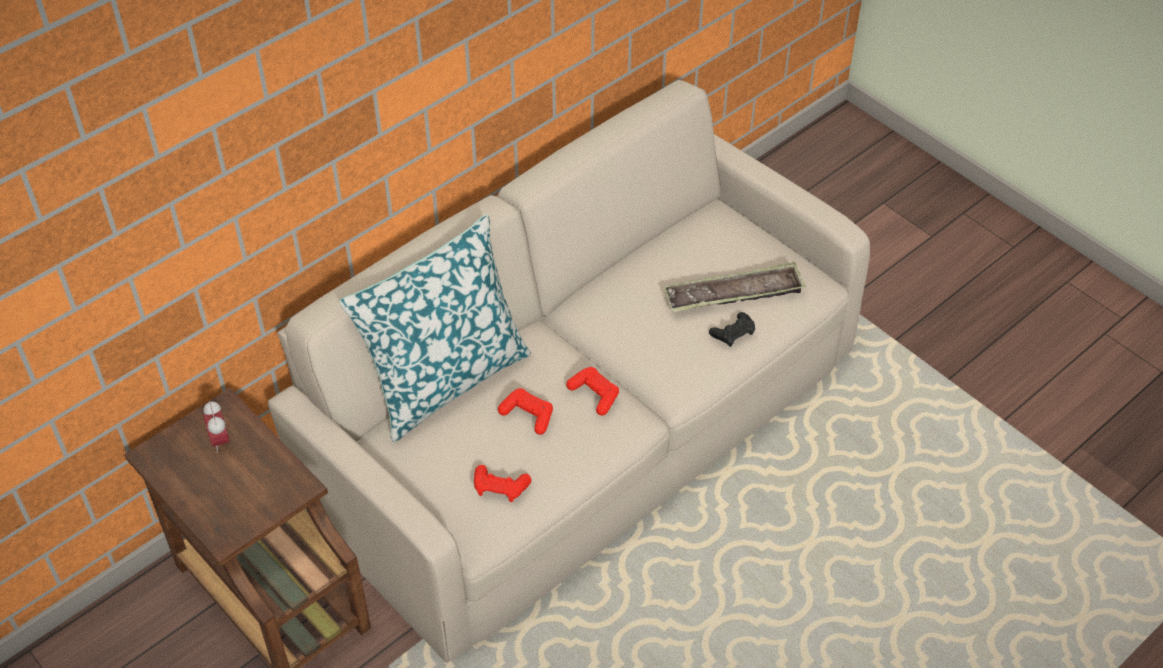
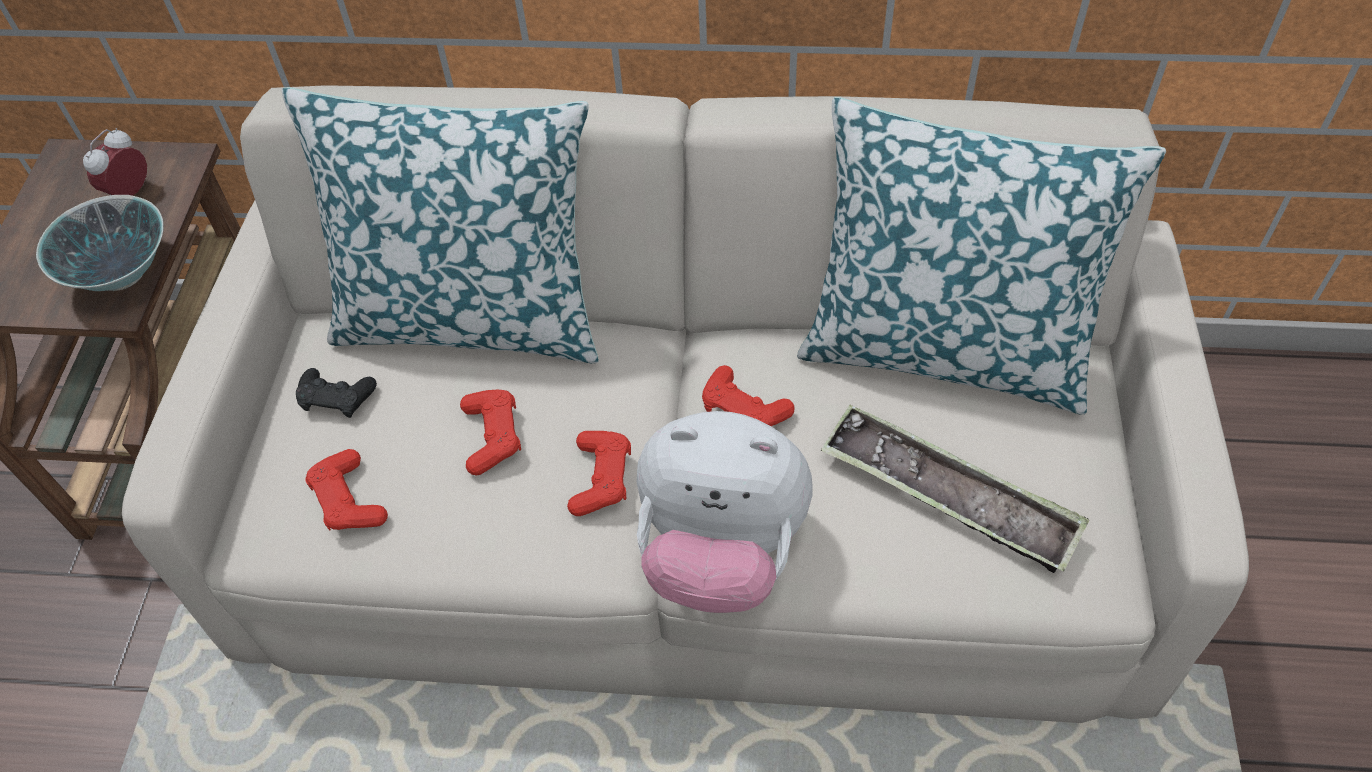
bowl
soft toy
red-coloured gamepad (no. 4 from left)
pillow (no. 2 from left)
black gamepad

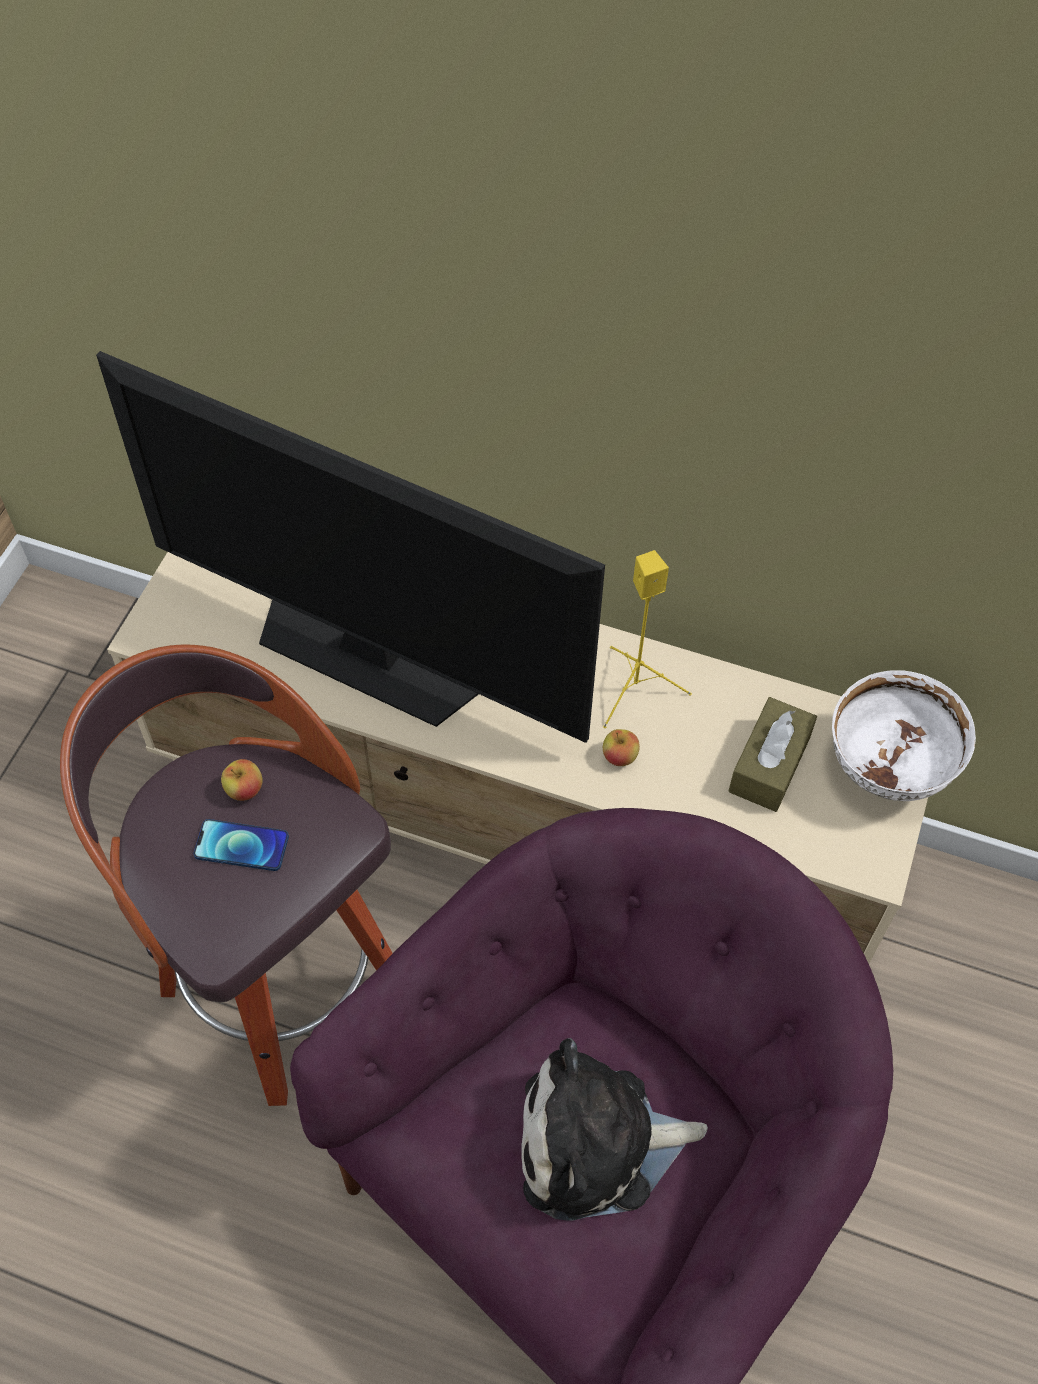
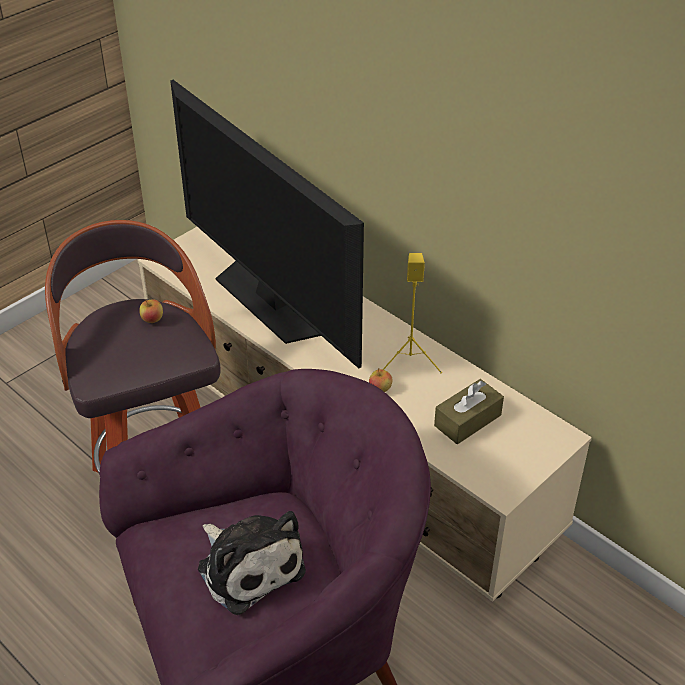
handset
whitish bowl
soft toy

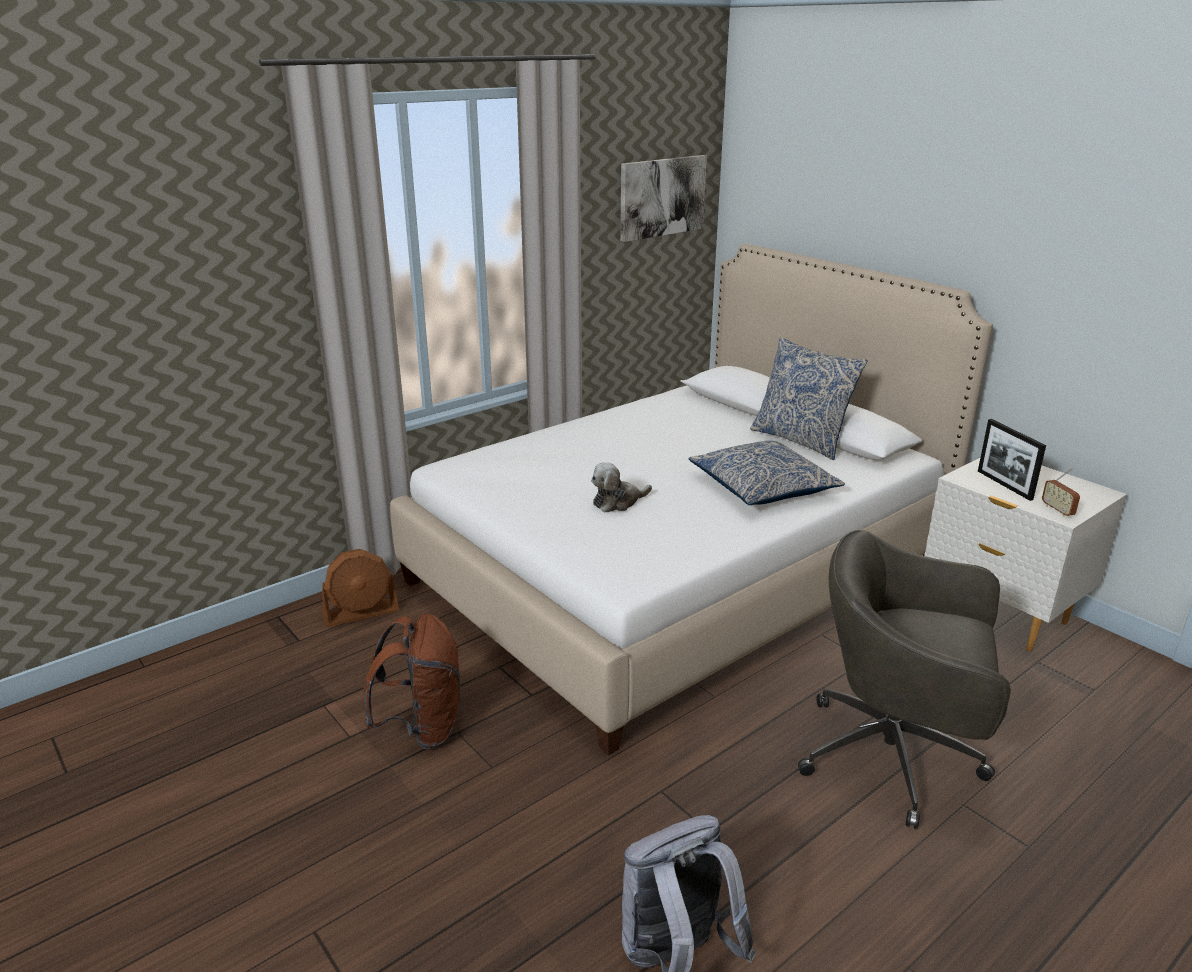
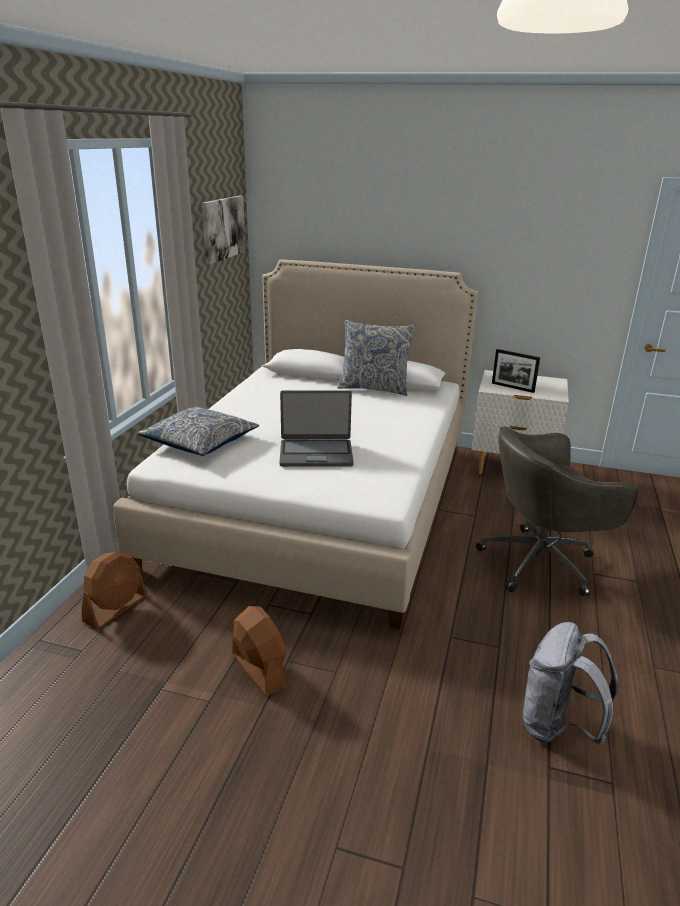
radio receiver
pillow (no. 1 from left)
brownish cooling fan (no. 2 from left)
laptop

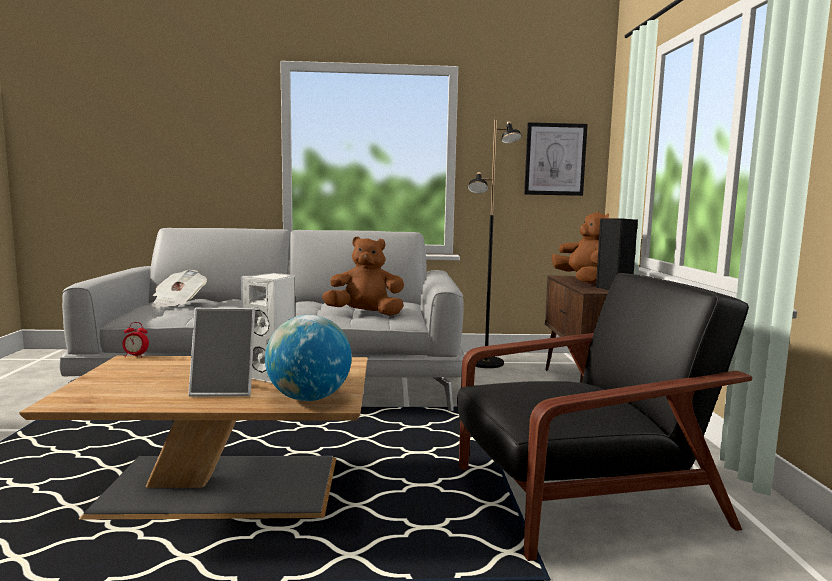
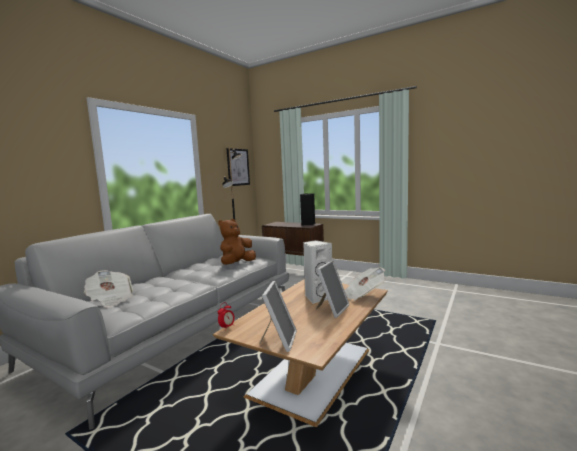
black easy chair
brownish soft toy (no. 2 from left in the first image)
picture frame (no. 1 from left)
printed paper (no. 2 from left)

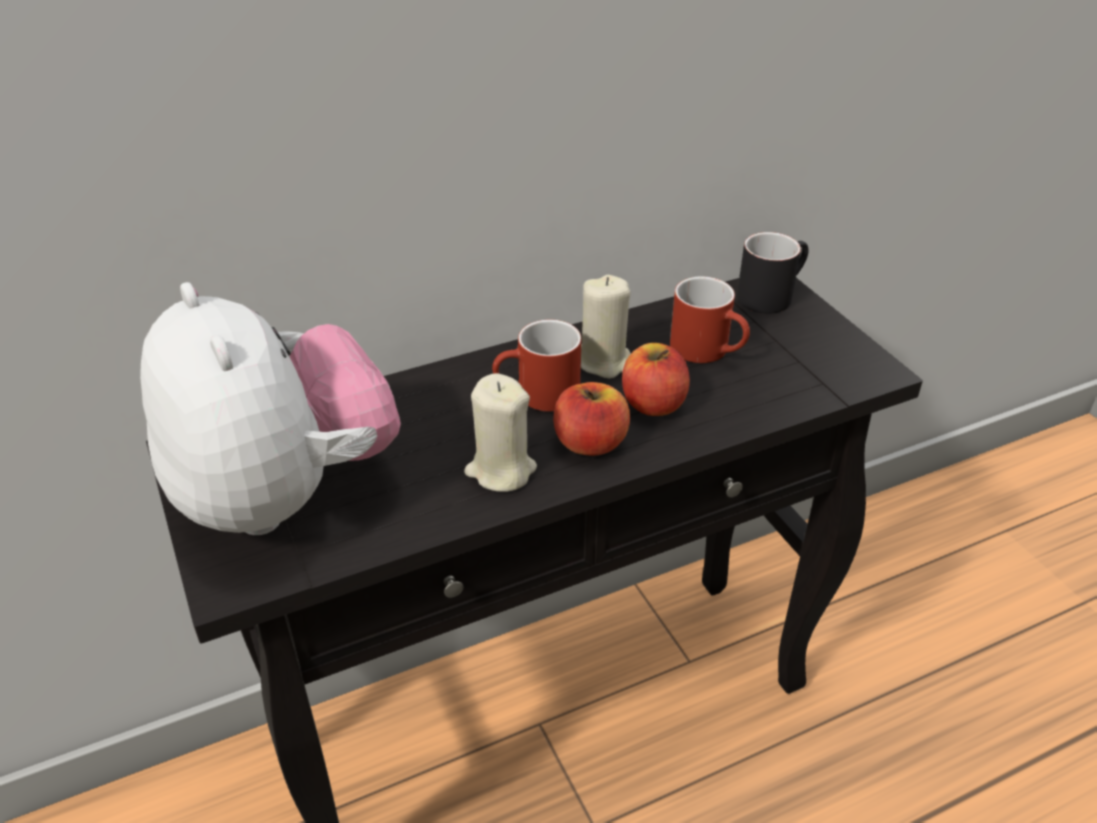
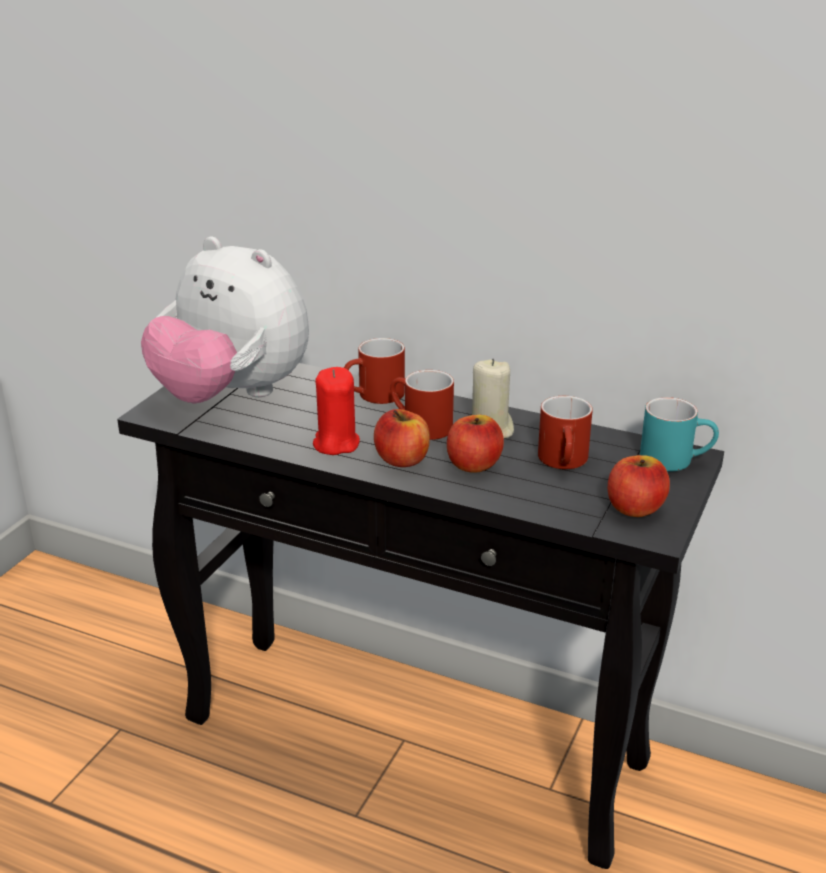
red-coloured coffee mug (no. 1 from left)
whole apple (no. 3 from left)
red-coloured wax candle
blue-green coffee mug
soft toy

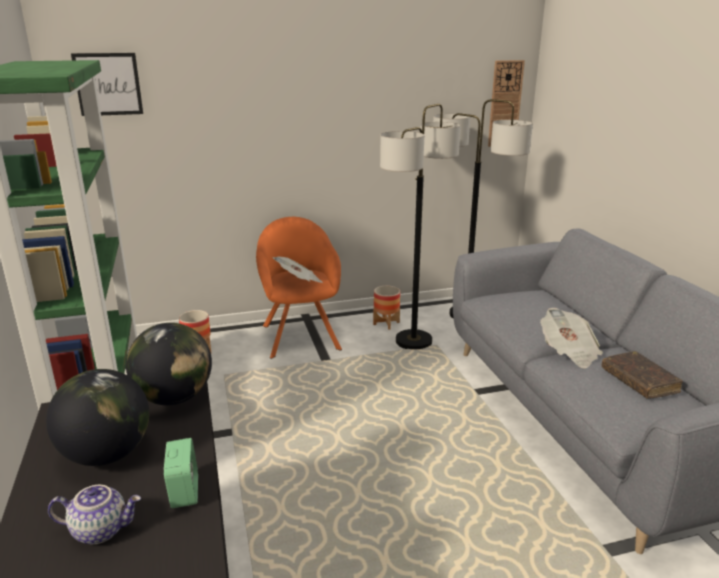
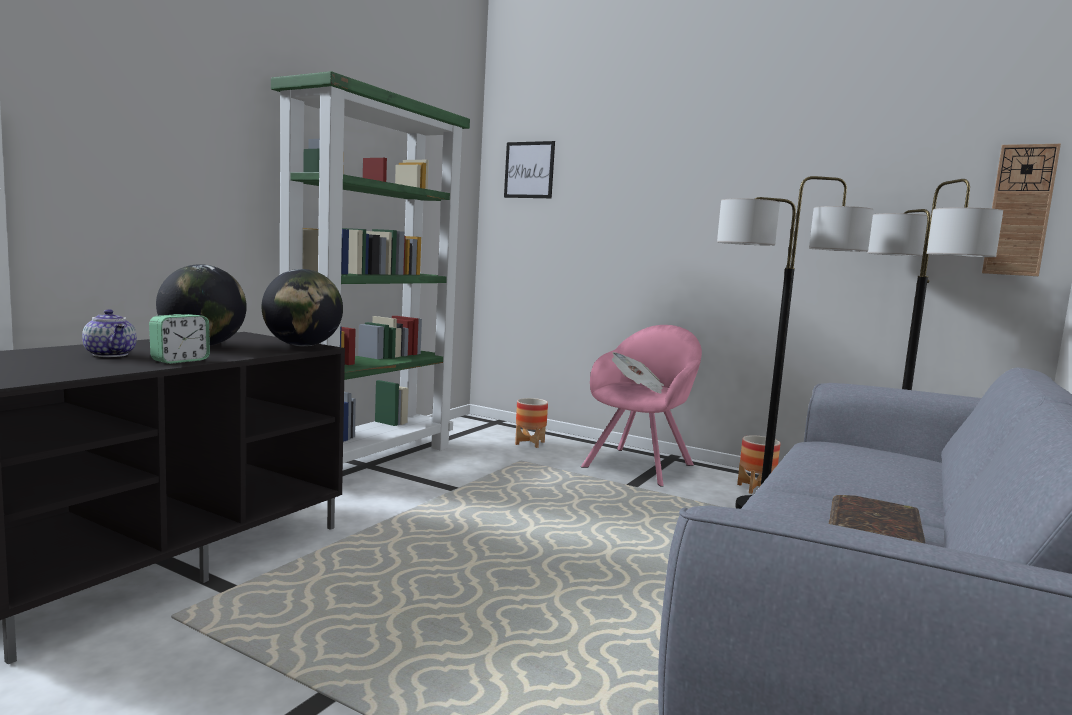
printed paper (no. 2 from left in the first image)
pink easy chair

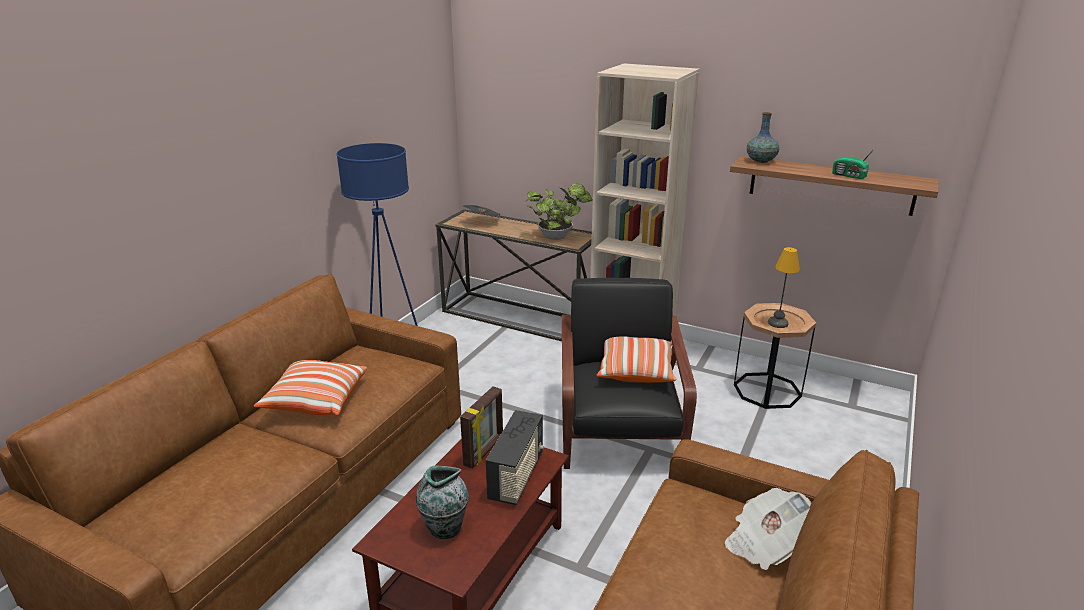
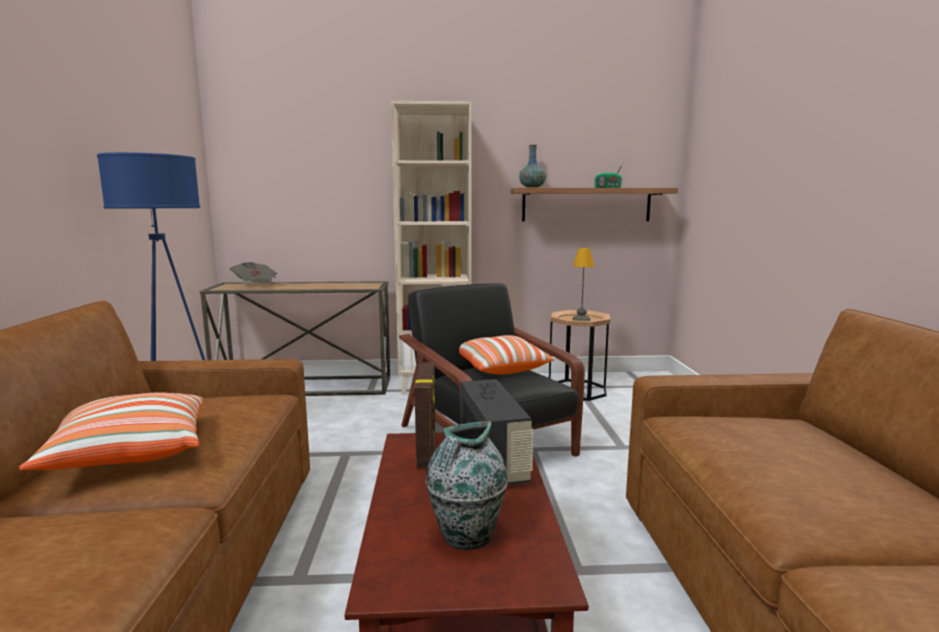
potted plant
printed paper (no. 2 from left in the first image)

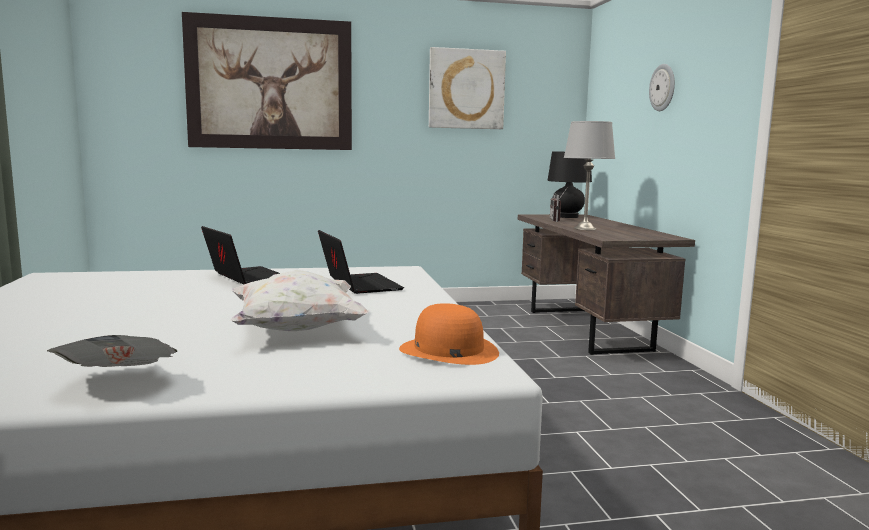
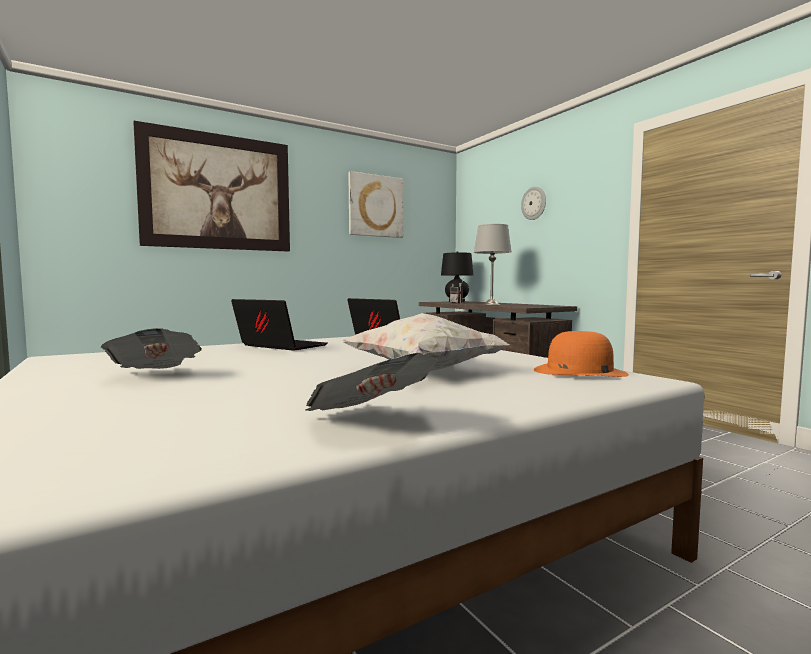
printed paper (no. 1 from left)

